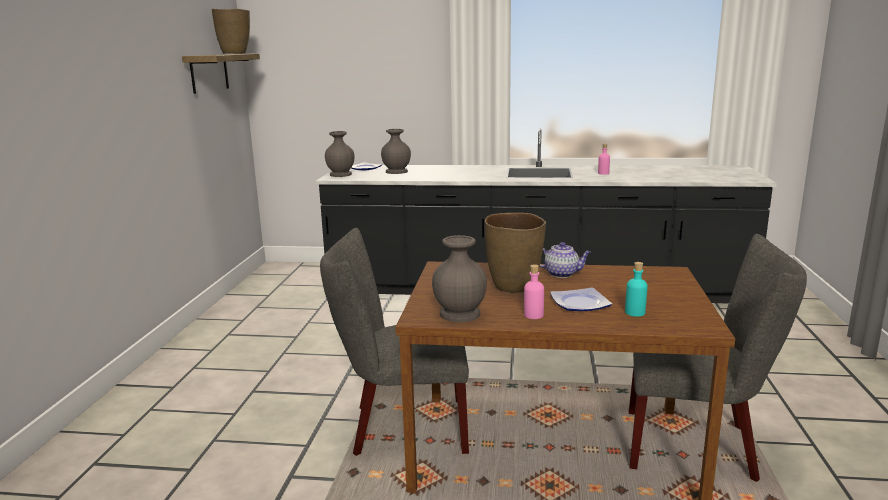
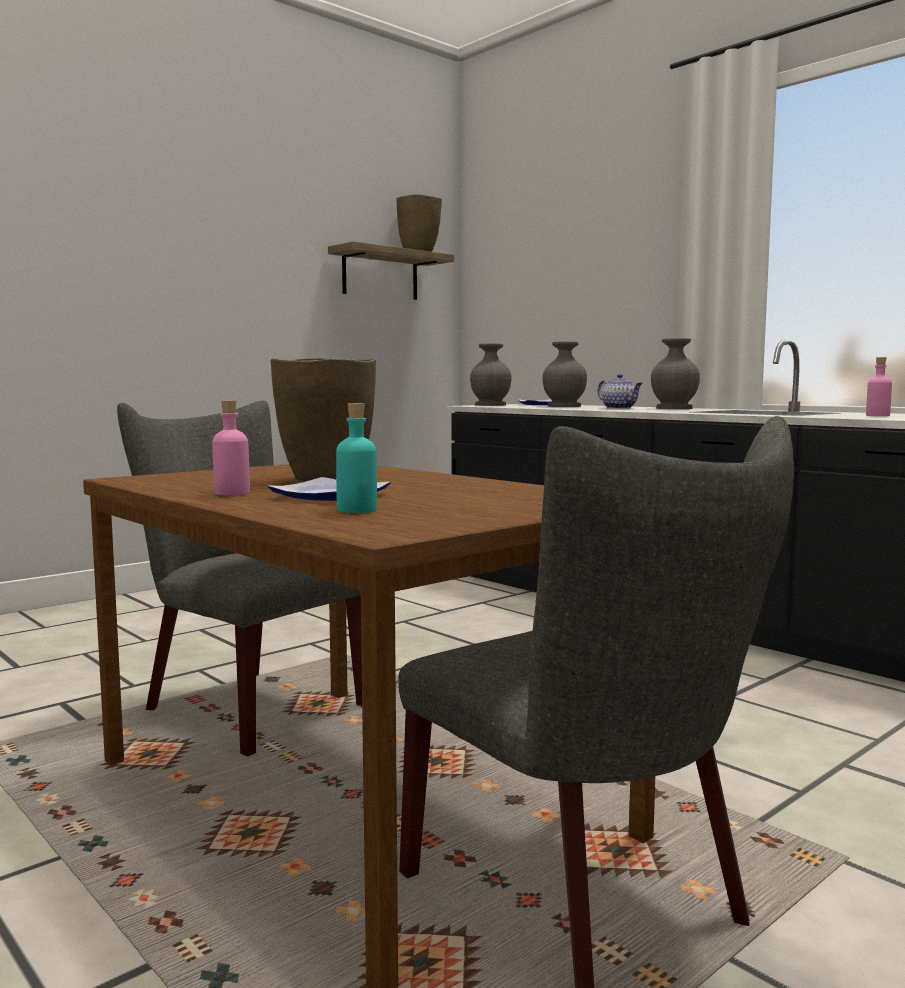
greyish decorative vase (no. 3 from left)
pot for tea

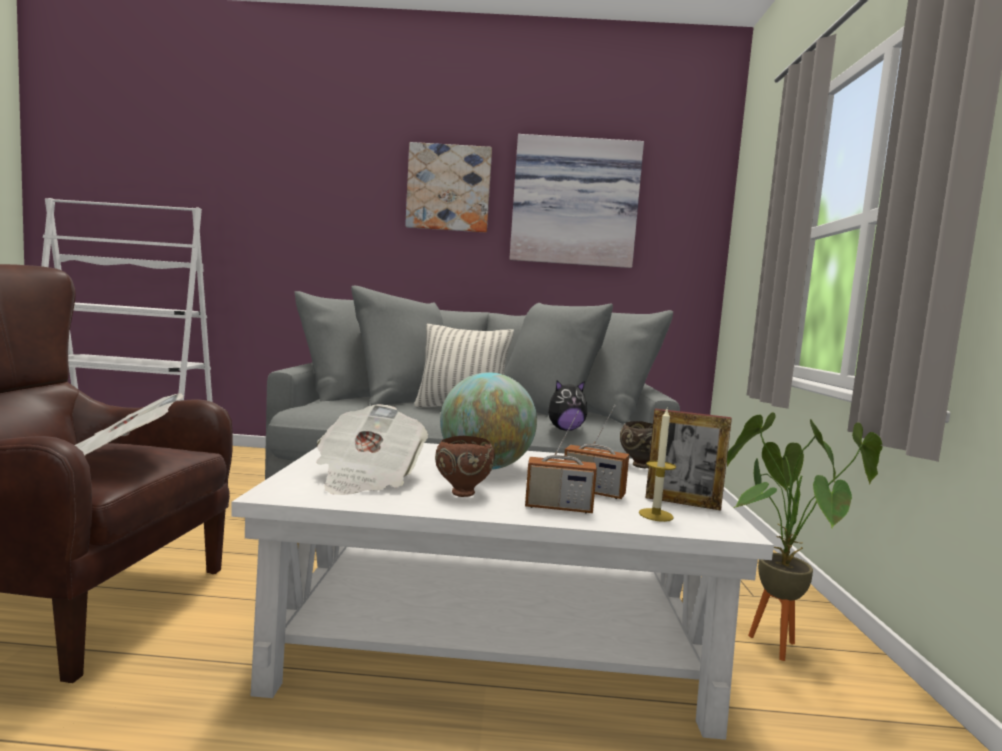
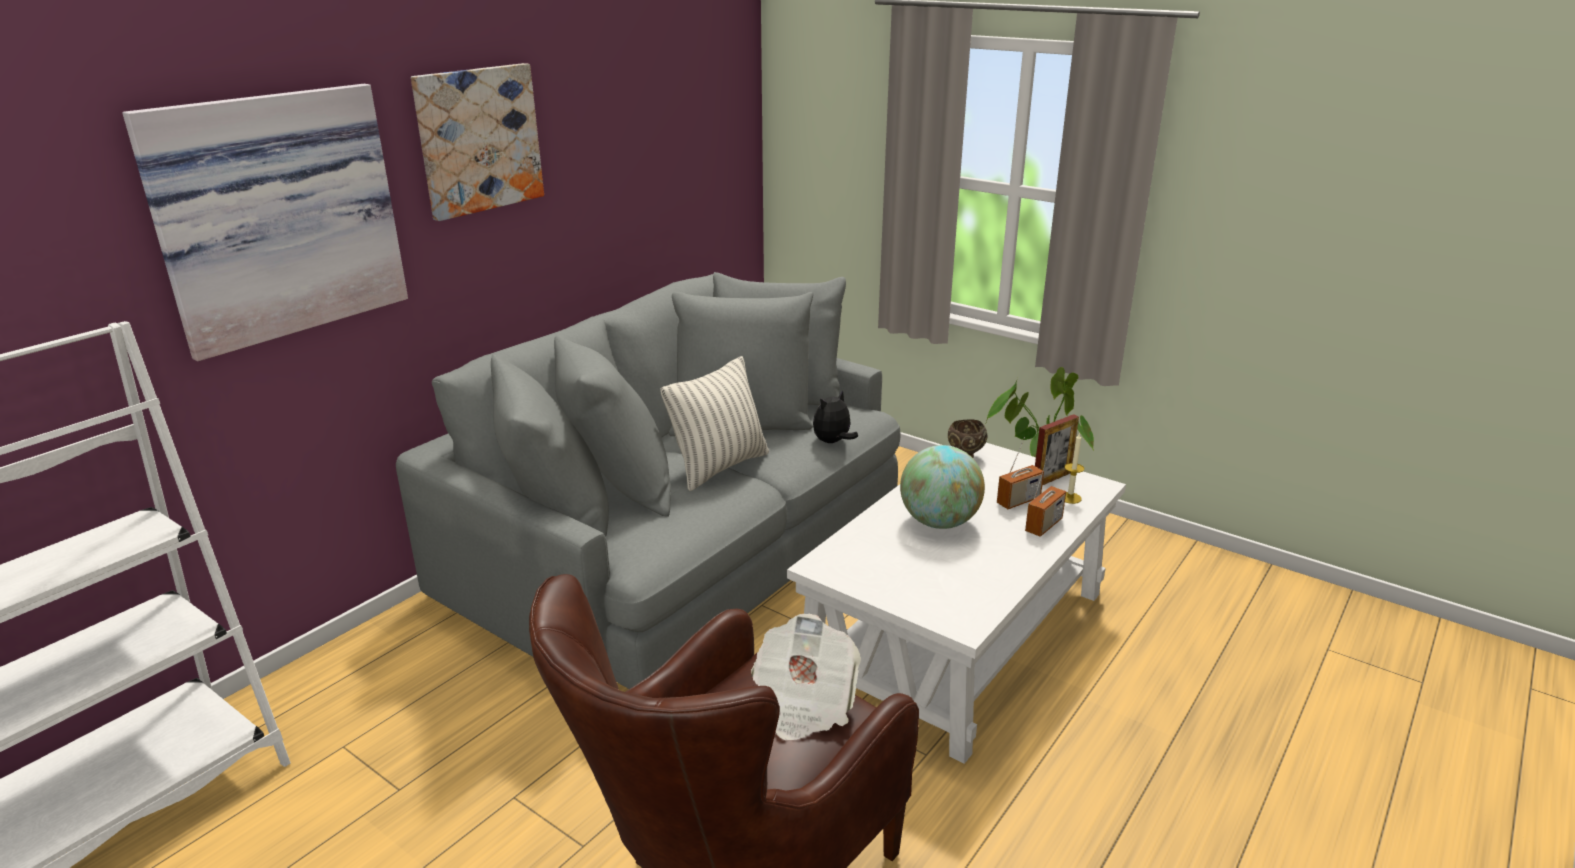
printed paper (no. 2 from left in the first image)
brownish bowl (no. 1 from left in the first image)
wall art (no. 1 from left)
soft toy

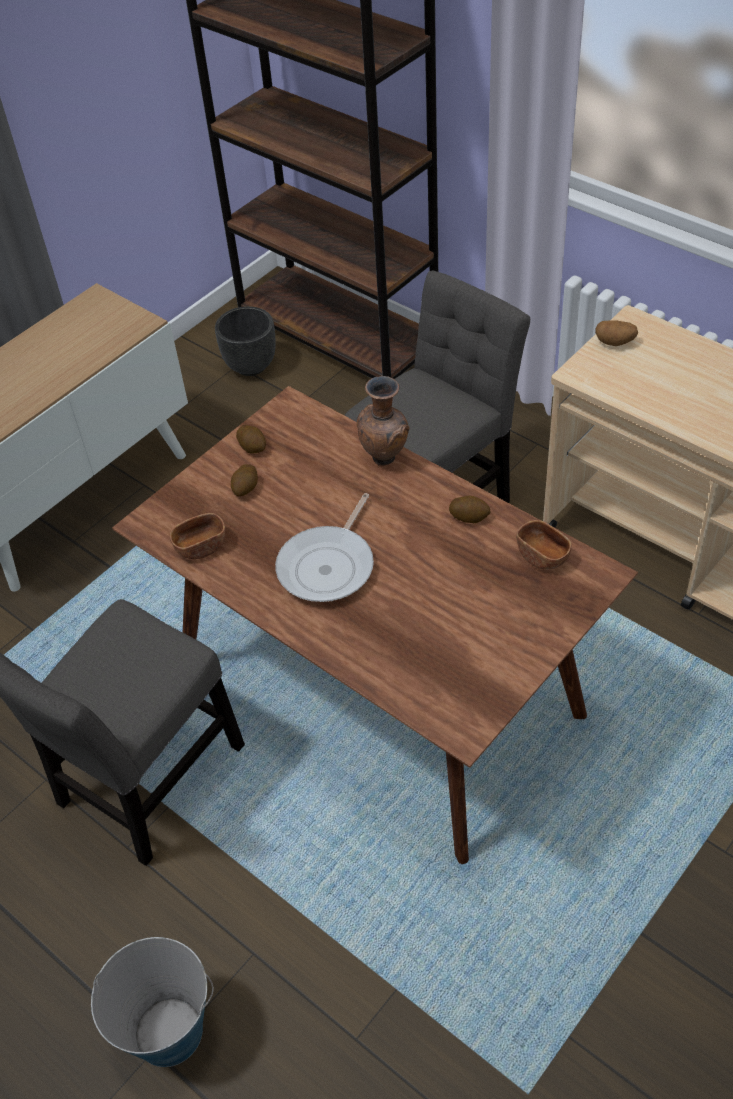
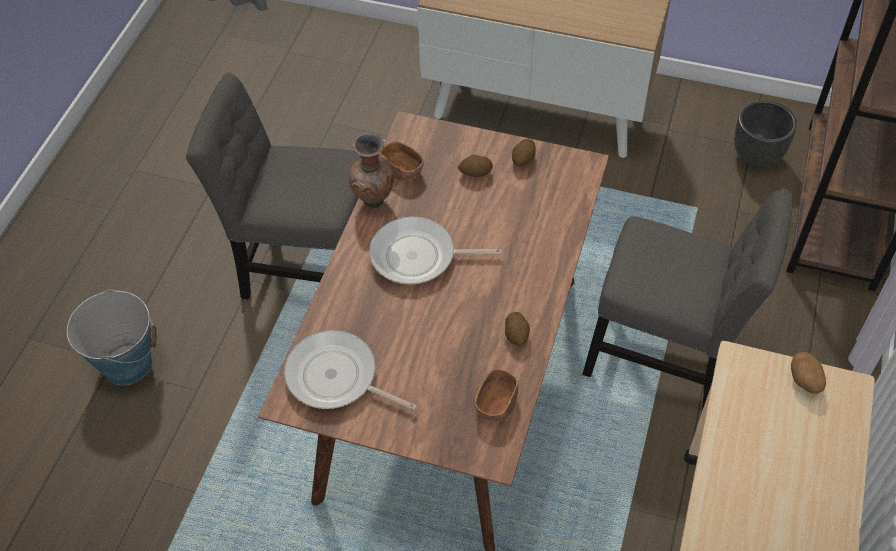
frying pan (no. 1 from left)
brownish decorative vase

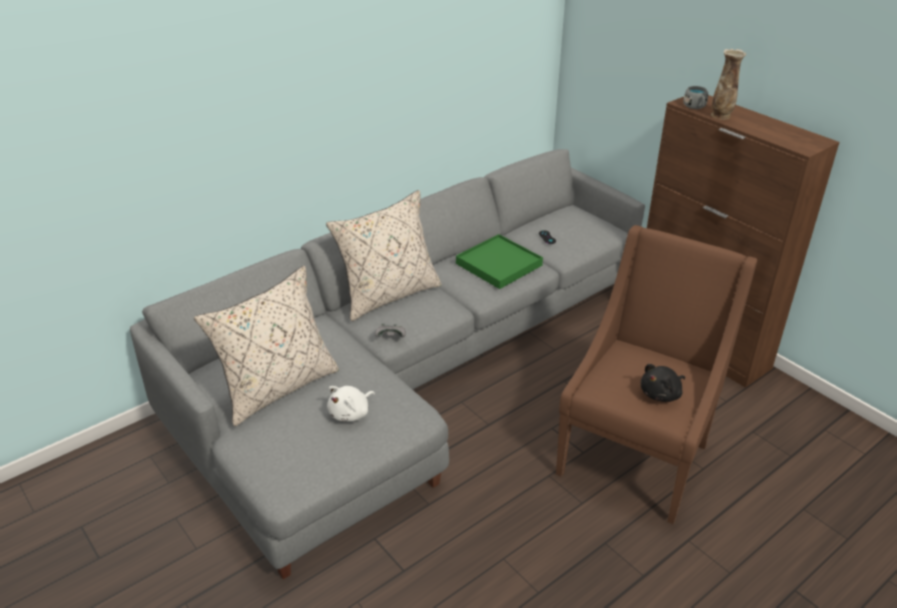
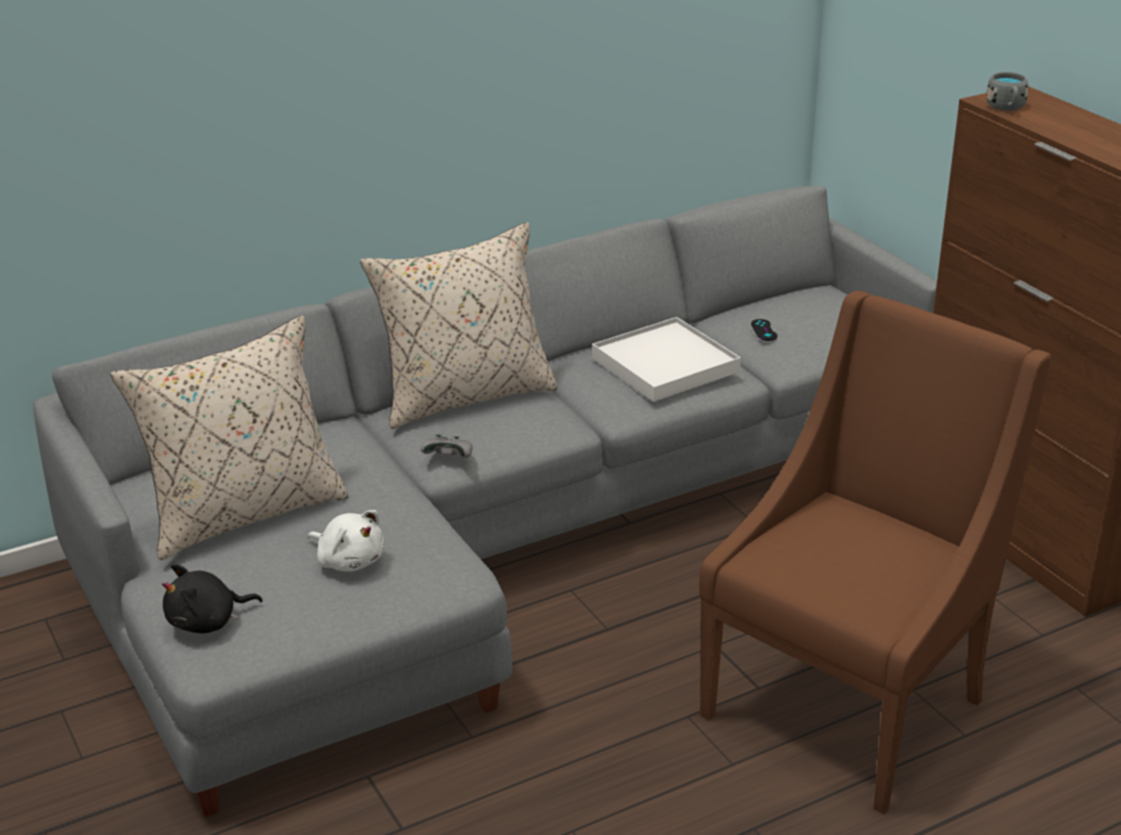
decorative vase
black soft toy
whitish tray
whitish soft toy

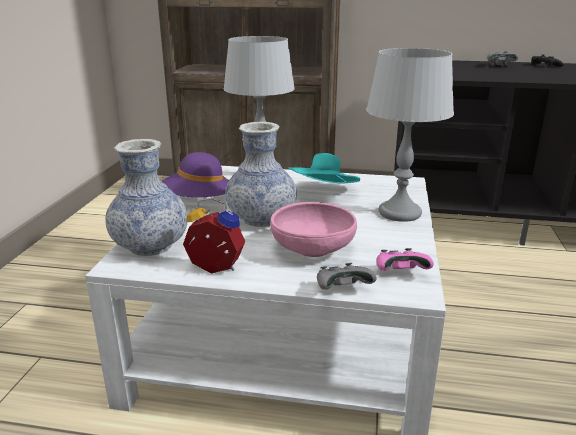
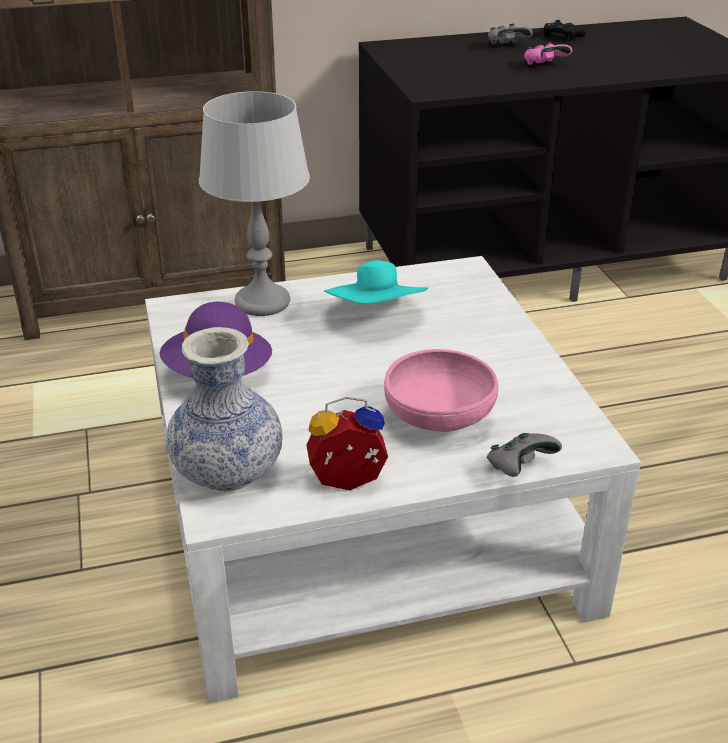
decorative vase (no. 2 from left in the first image)
greyish lamp for a table (no. 2 from left in the first image)
pink gamepad

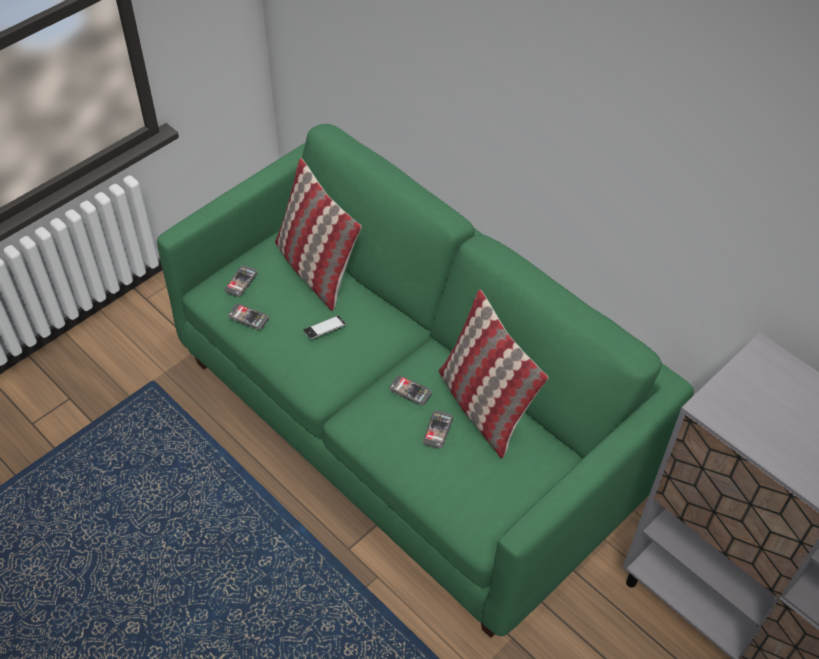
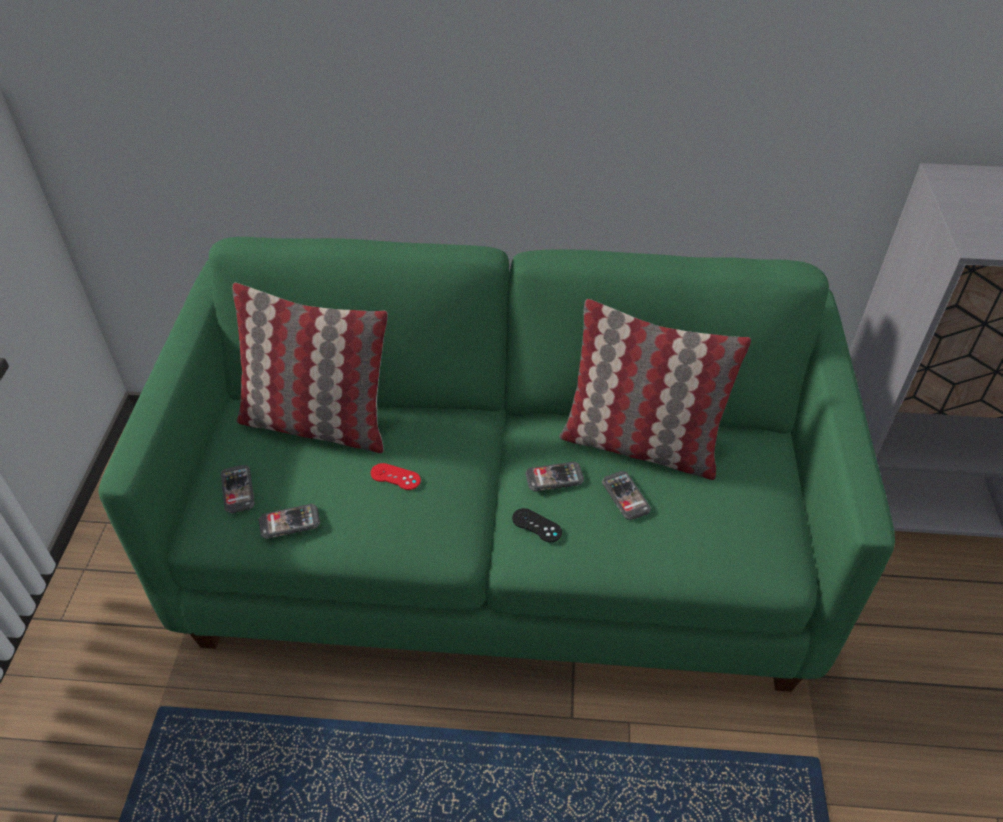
black gamepad
red-coloured gamepad

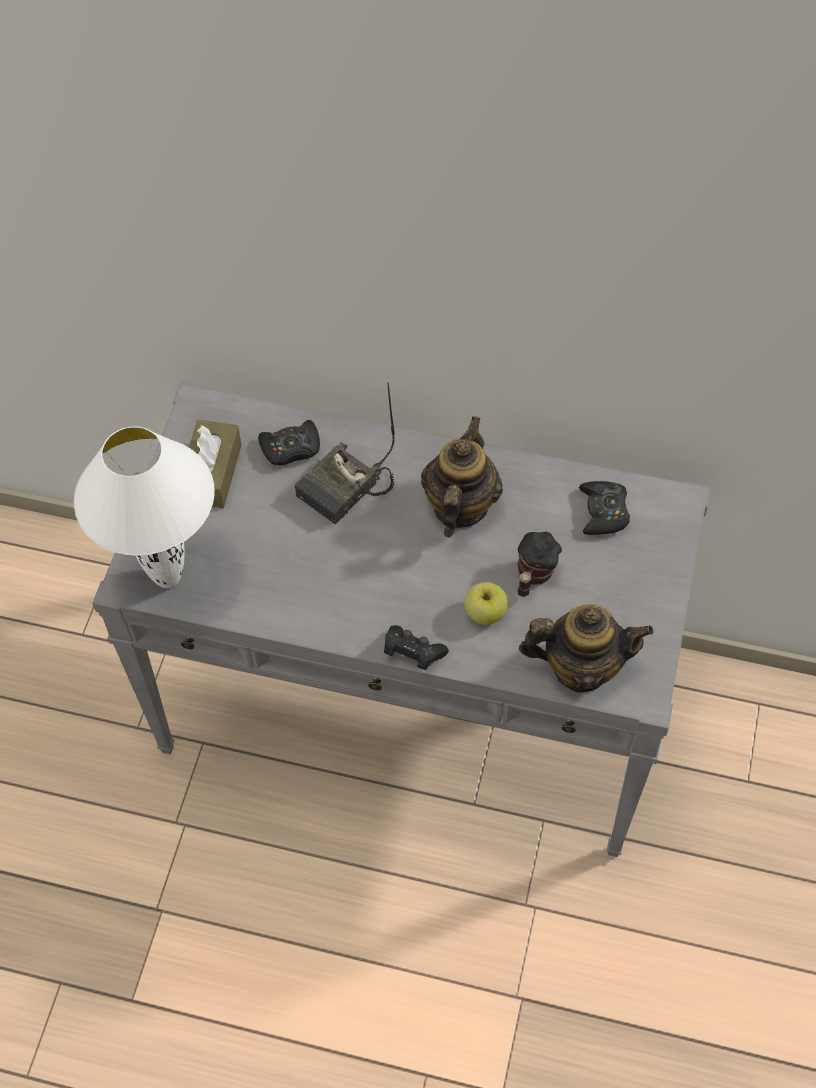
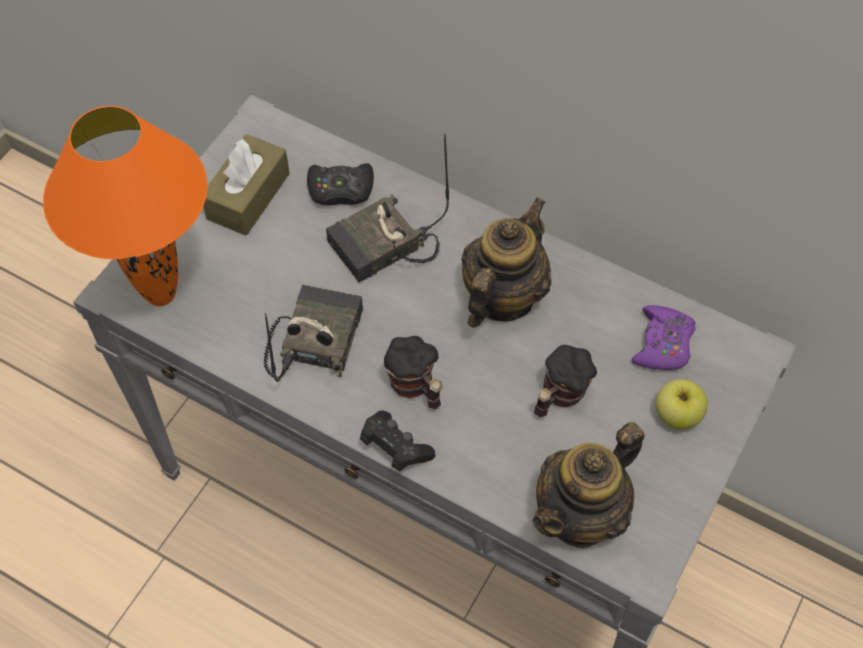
radio receiver (no. 1 from left)
coffee mug (no. 1 from left)
whole apple
orange lamp for a table
purple gamepad
pot for tea (no. 2 from left)

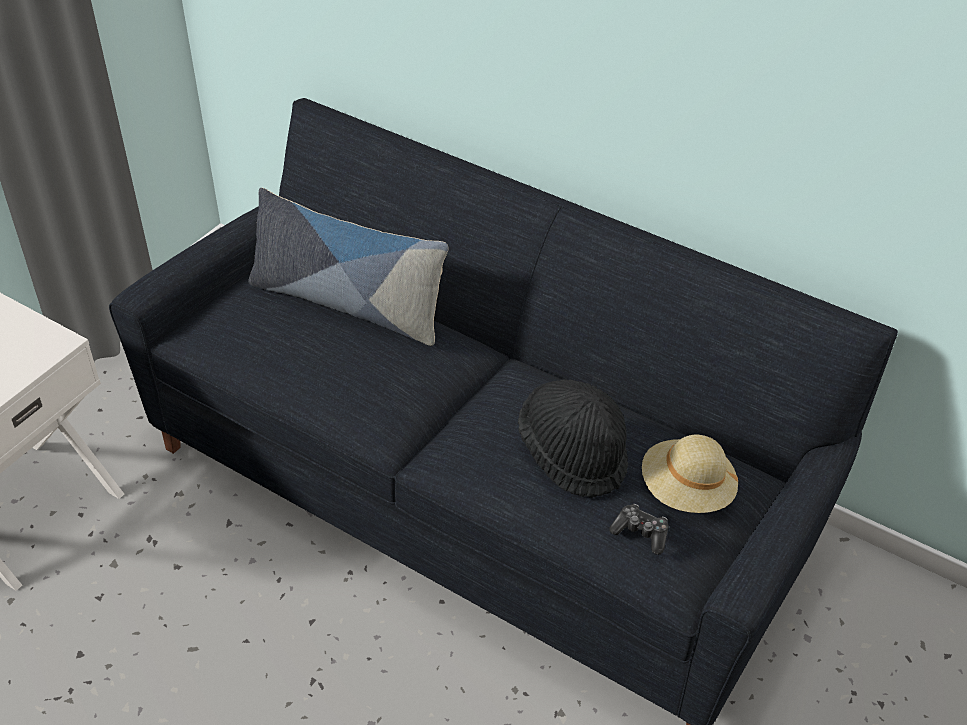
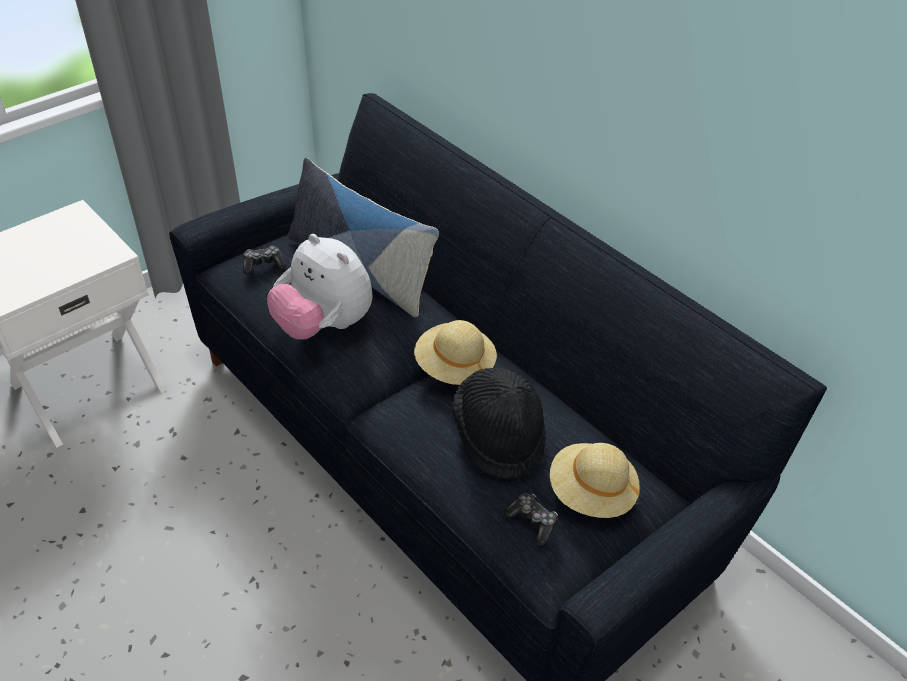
gamepad (no. 1 from left)
soft toy
beige-coloured wearable hat (no. 1 from left)

